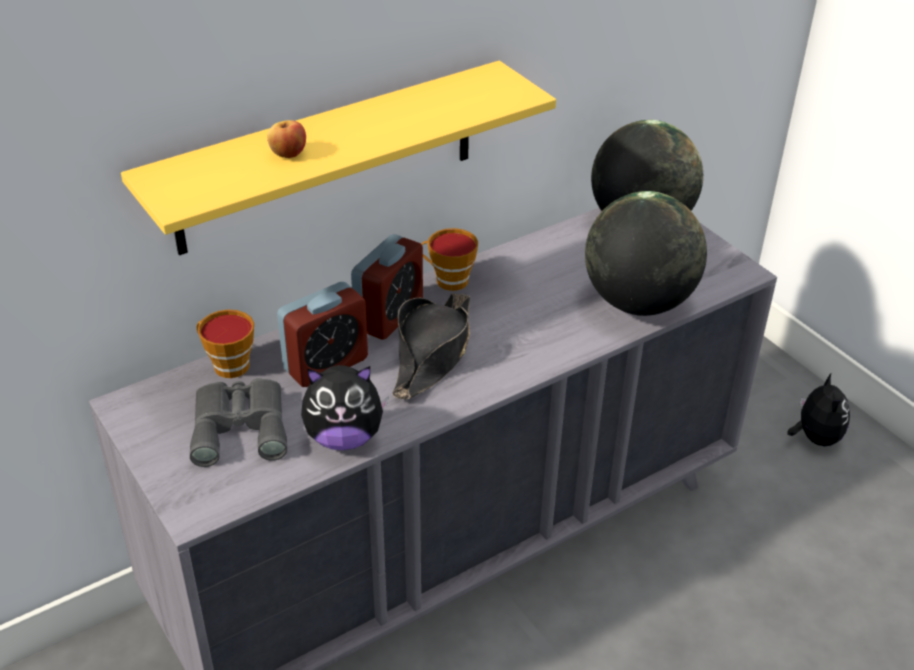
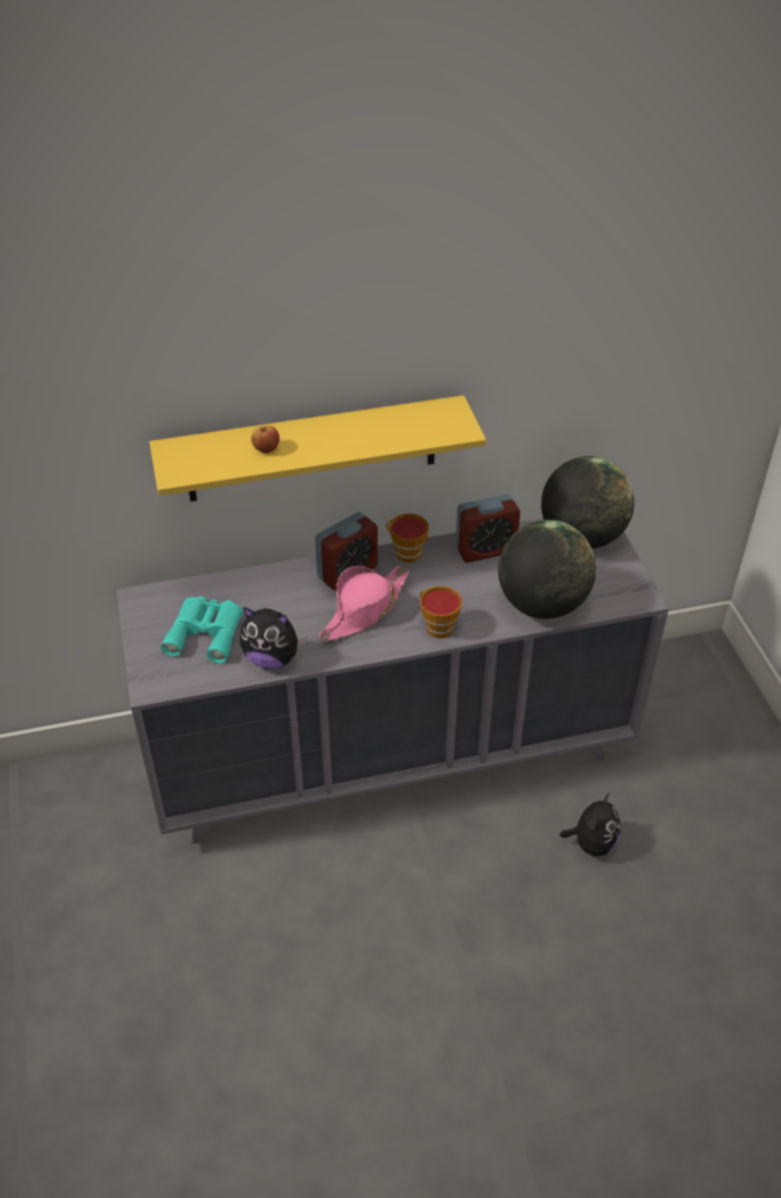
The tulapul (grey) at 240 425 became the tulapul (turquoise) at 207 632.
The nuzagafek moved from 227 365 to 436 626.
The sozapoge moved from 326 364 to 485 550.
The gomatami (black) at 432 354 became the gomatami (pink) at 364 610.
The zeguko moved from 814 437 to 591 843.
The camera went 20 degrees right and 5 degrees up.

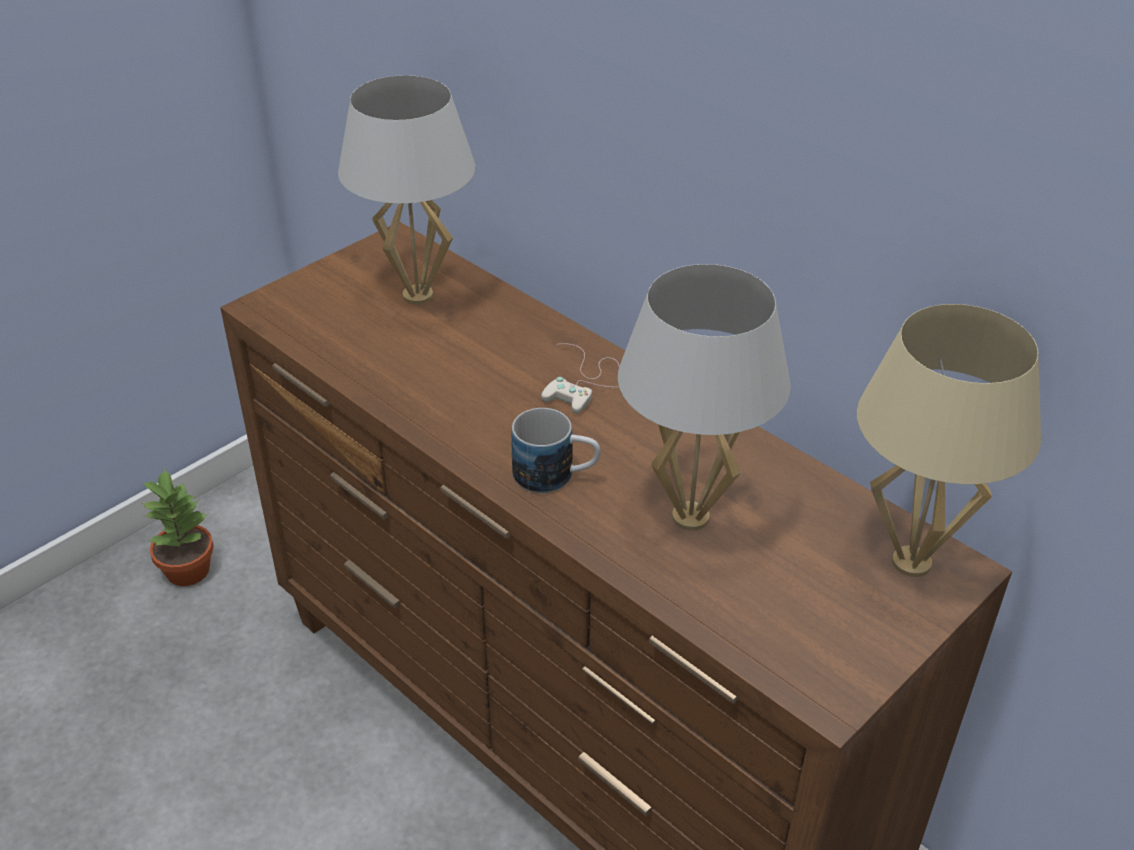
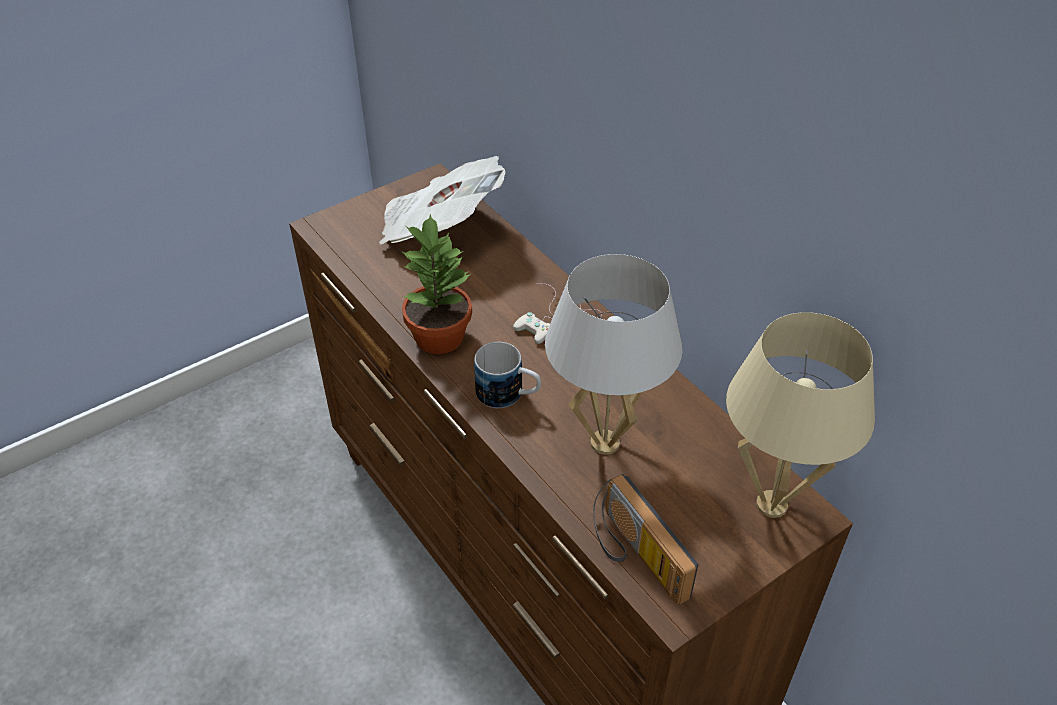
The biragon moved from 187 570 to 438 336.
The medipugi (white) at 418 295 was replaced by the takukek at 439 229.
The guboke at 634 556 appeared.
The camera went 10 degrees right and 5 degrees up.

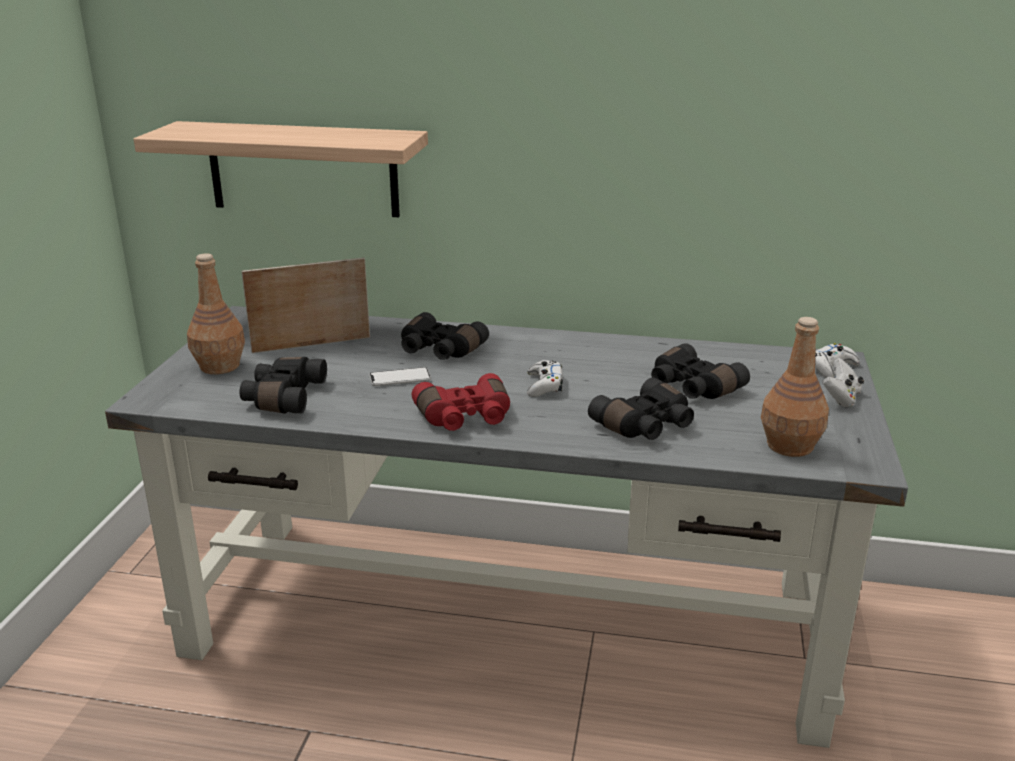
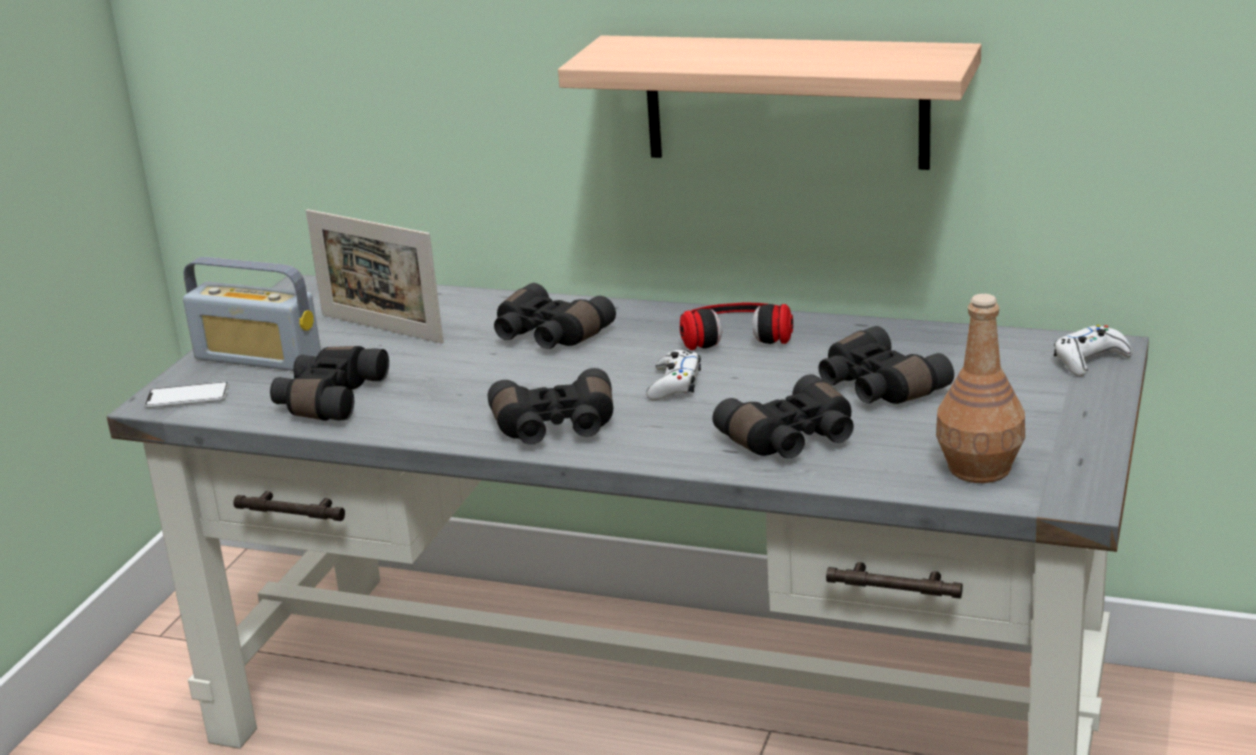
The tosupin moved from 303 169 to 785 101.
The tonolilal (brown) at 220 366 was replaced by the guboke at 258 358.
The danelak at 311 345 turned 135 degrees counterclockwise.
The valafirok moved from 400 378 to 187 397.
The tulapul (red) at 465 418 became the tulapul (black) at 555 428.
The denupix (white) at 840 398 disappeared.
The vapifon at 735 332 appeared.
The camera went 10 degrees right and 0 degrees up.

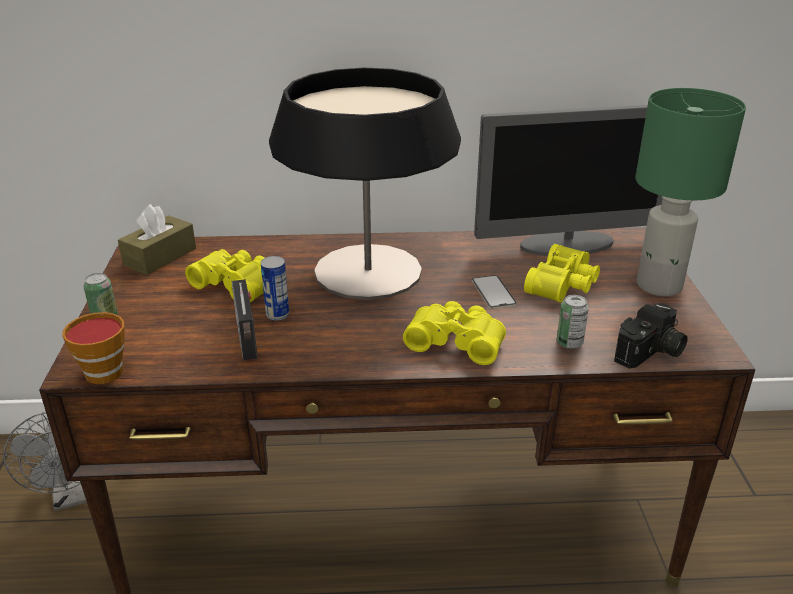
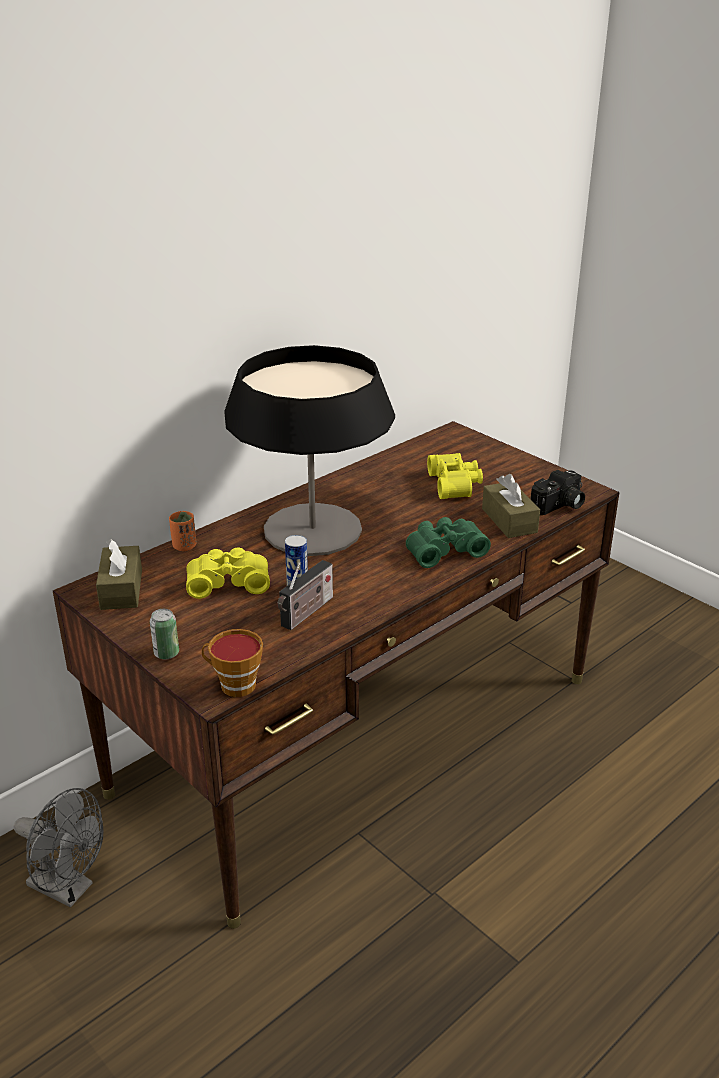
The guboke at 248 340 turned 90 degrees clockwise.
The tulapul (yellow) at 456 341 became the tulapul (green) at 444 550.
The valafirok at 493 292 disappeared.
The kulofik at 567 245 disappeared.
The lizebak at 569 343 was replaced by the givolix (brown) at 509 520.
The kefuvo at 651 353 turned 45 degrees clockwise.
The medipugi (green) at 660 286 disappeared.
The nuzagafek (orange) at 184 546 appeared.
The camera went 40 degrees left and 0 degrees up.

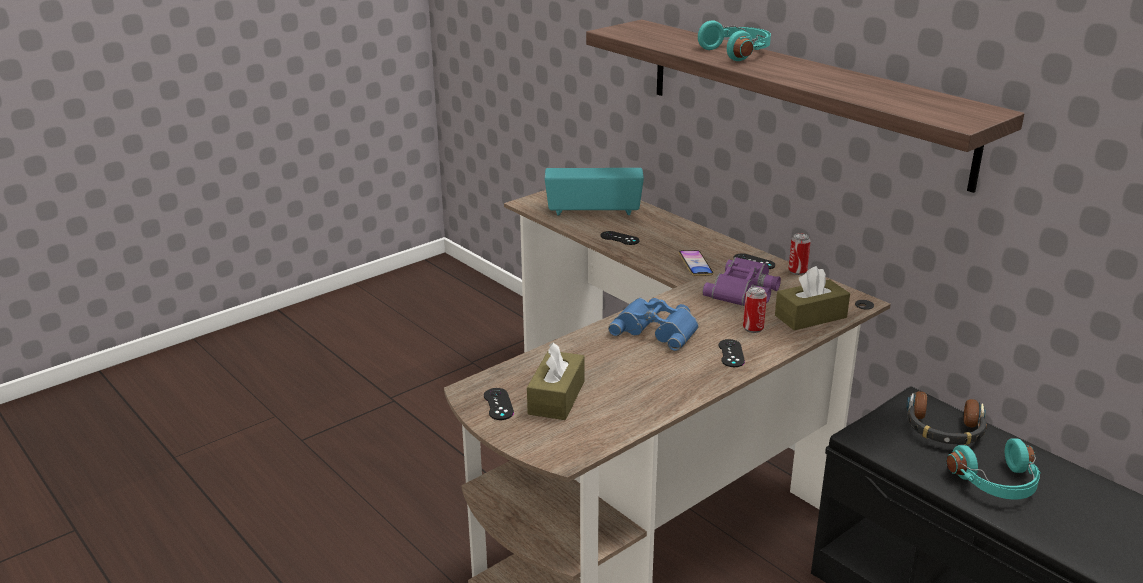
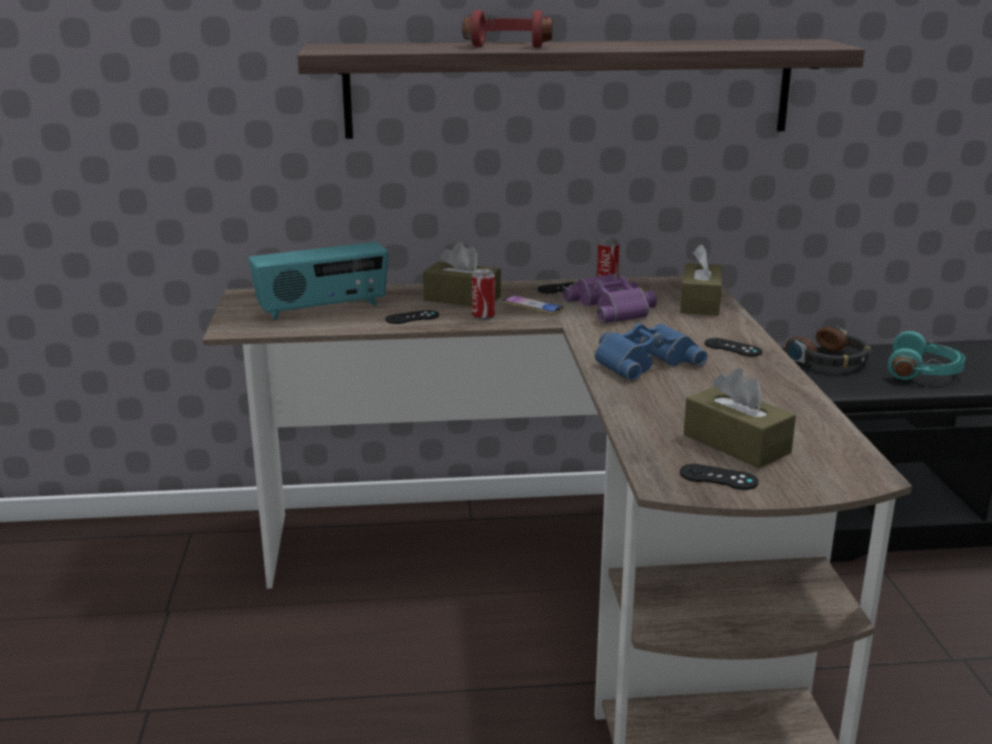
The guboke at 593 211 turned 150 degrees counterclockwise.
The vapifon (turquoise) at 738 52 became the vapifon (red) at 510 45.
The lizebak moved from 753 328 to 483 316.
The givolix (brown) at 462 298 appeared.
The camera went 55 degrees left and 5 degrees down.

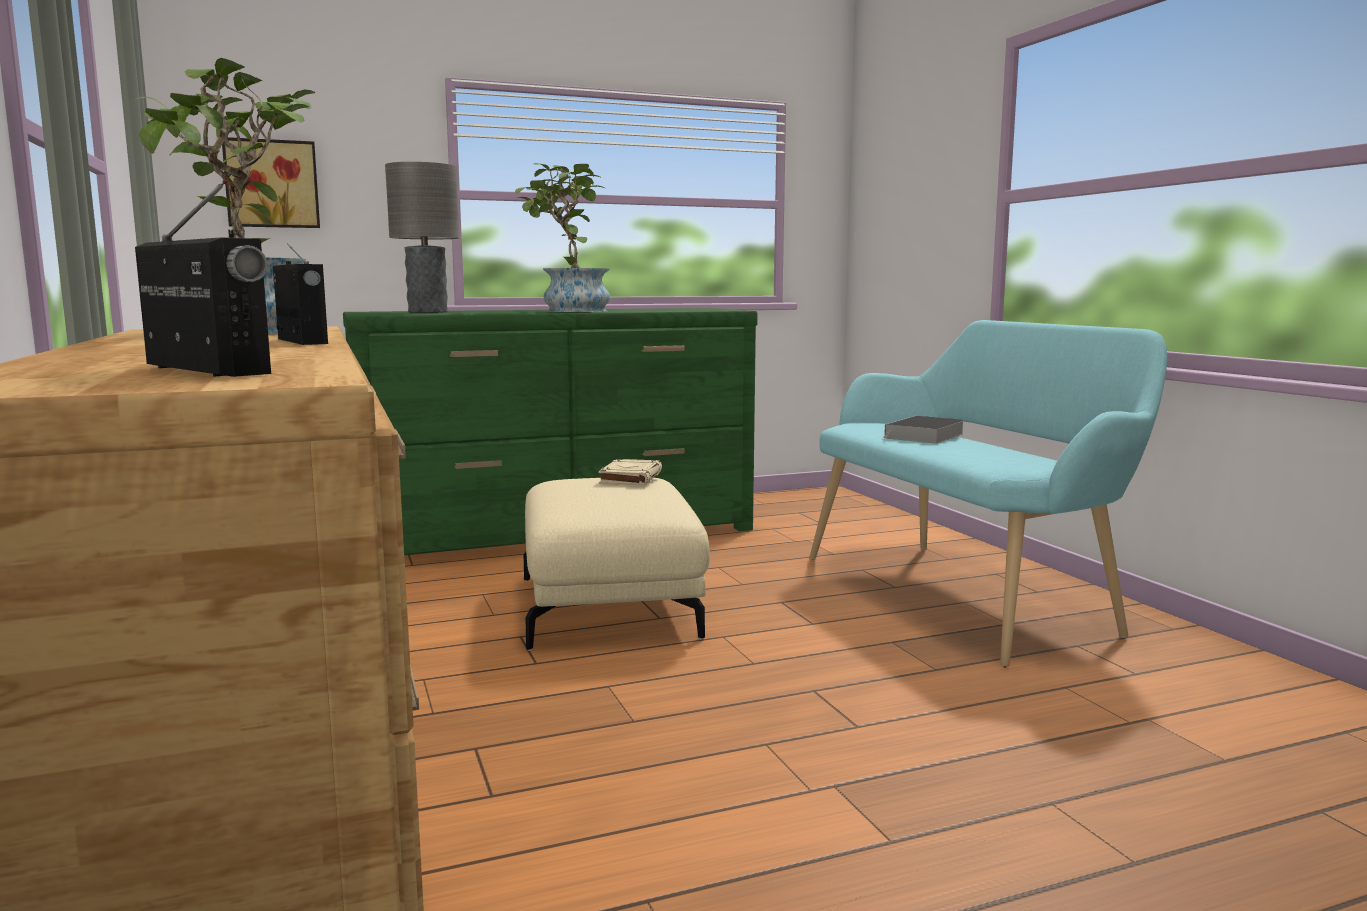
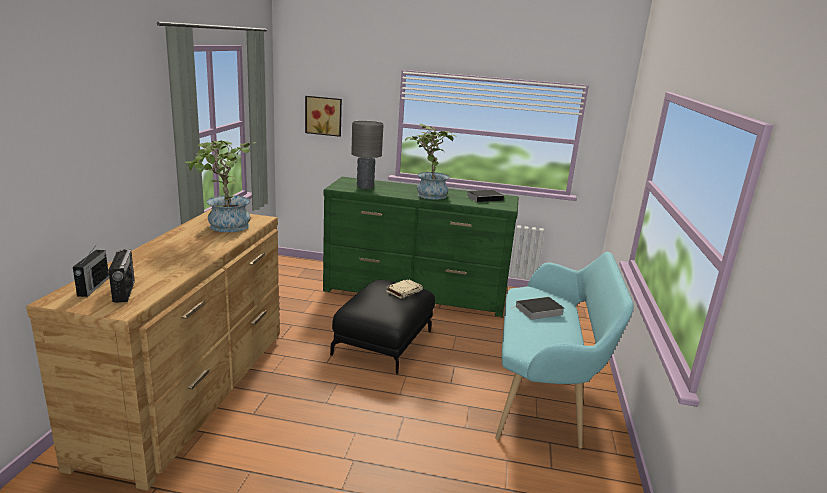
The guboke moved from 302 341 to 93 287.
The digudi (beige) at 611 607 became the digudi (black) at 384 344.
The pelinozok at 485 198 appeared.
The camera went 30 degrees right and 10 degrees up.

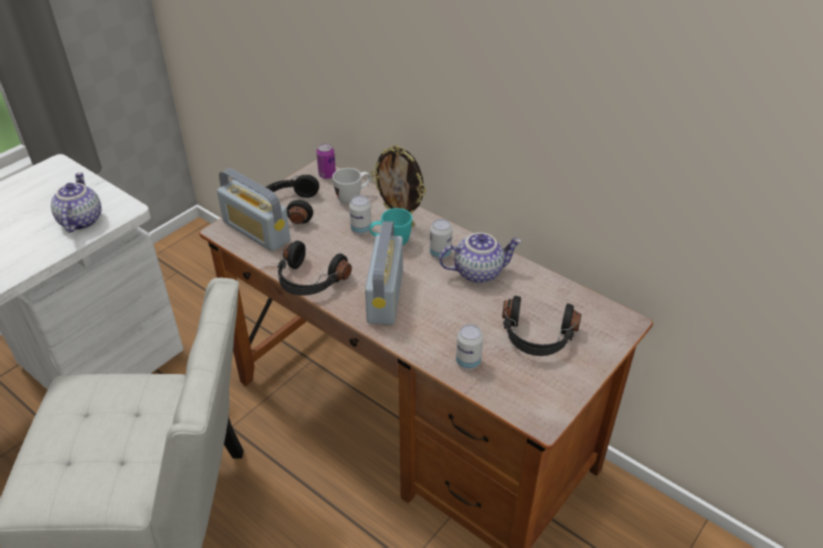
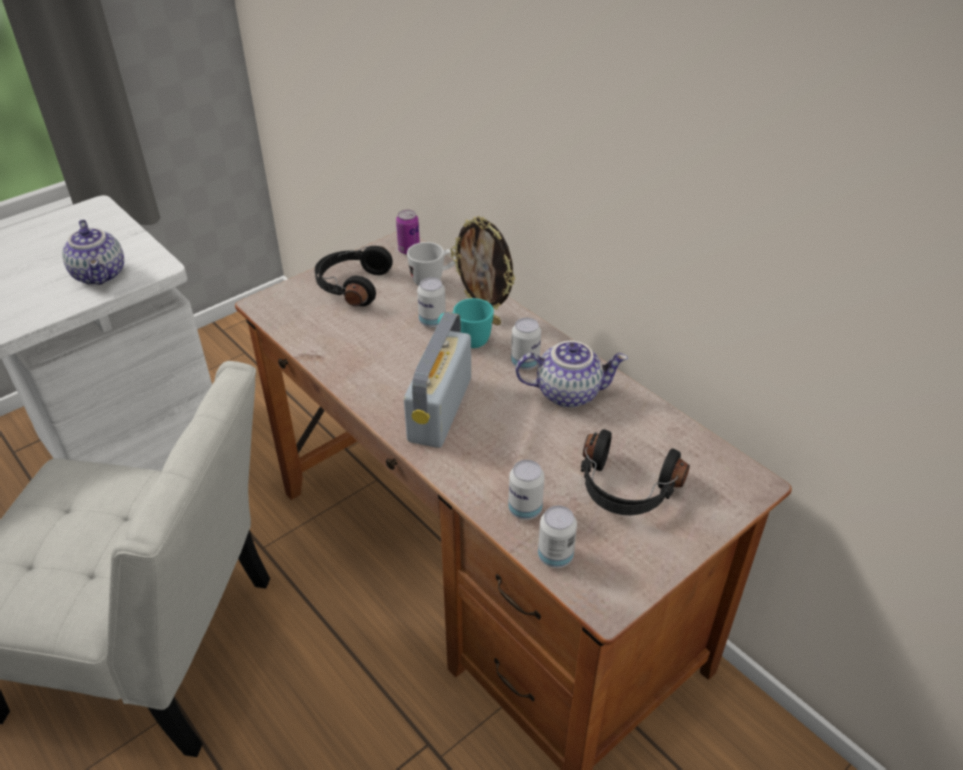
The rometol at 80 220 turned 150 degrees clockwise.
The guboke at 256 231 disappeared.
The vapifon (black) at 309 281 disappeared.
The lizebak at 555 556 appeared.
The camera went 10 degrees right and 0 degrees up.

